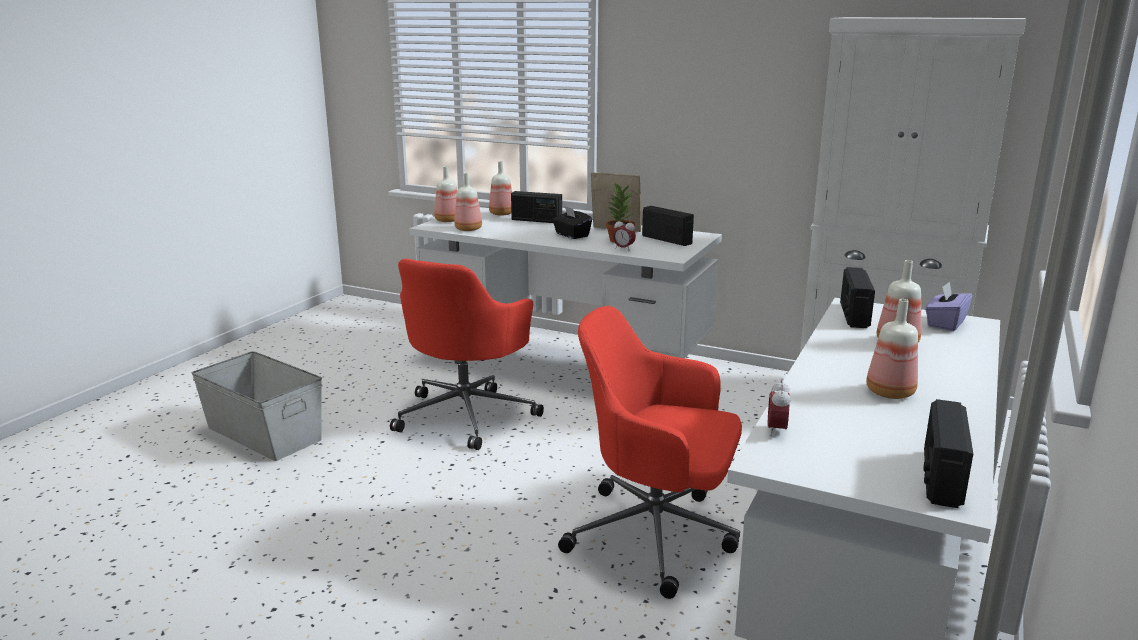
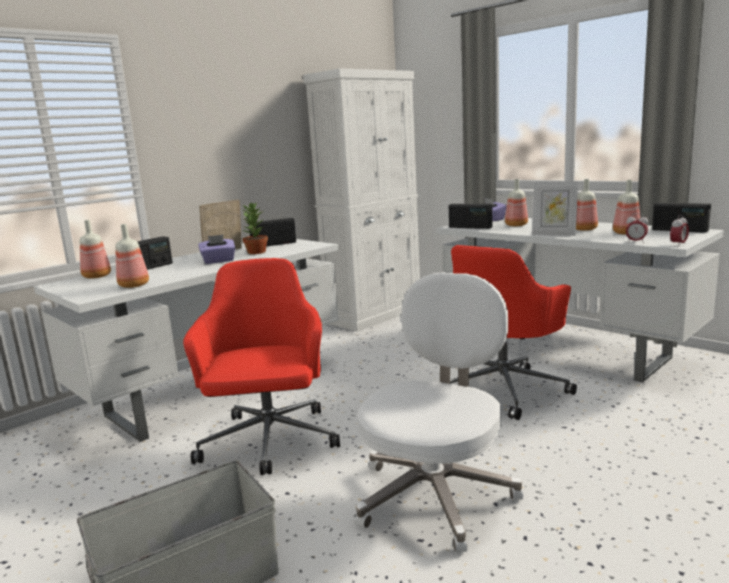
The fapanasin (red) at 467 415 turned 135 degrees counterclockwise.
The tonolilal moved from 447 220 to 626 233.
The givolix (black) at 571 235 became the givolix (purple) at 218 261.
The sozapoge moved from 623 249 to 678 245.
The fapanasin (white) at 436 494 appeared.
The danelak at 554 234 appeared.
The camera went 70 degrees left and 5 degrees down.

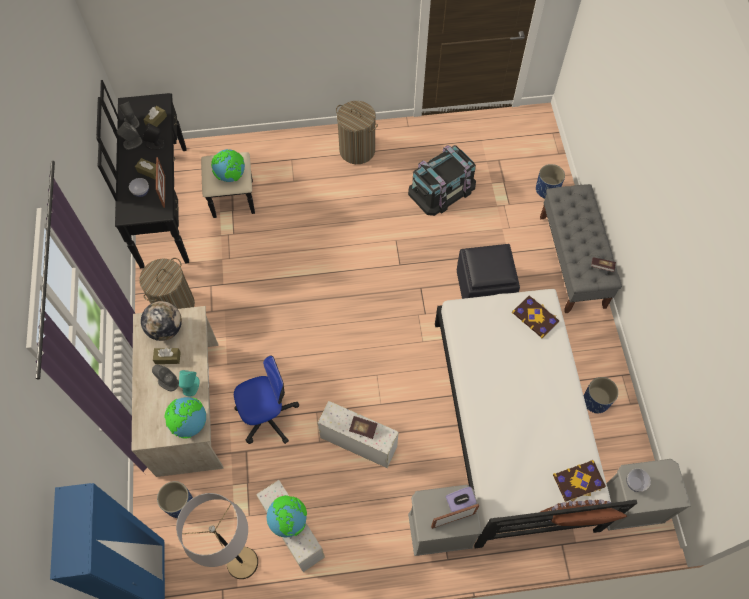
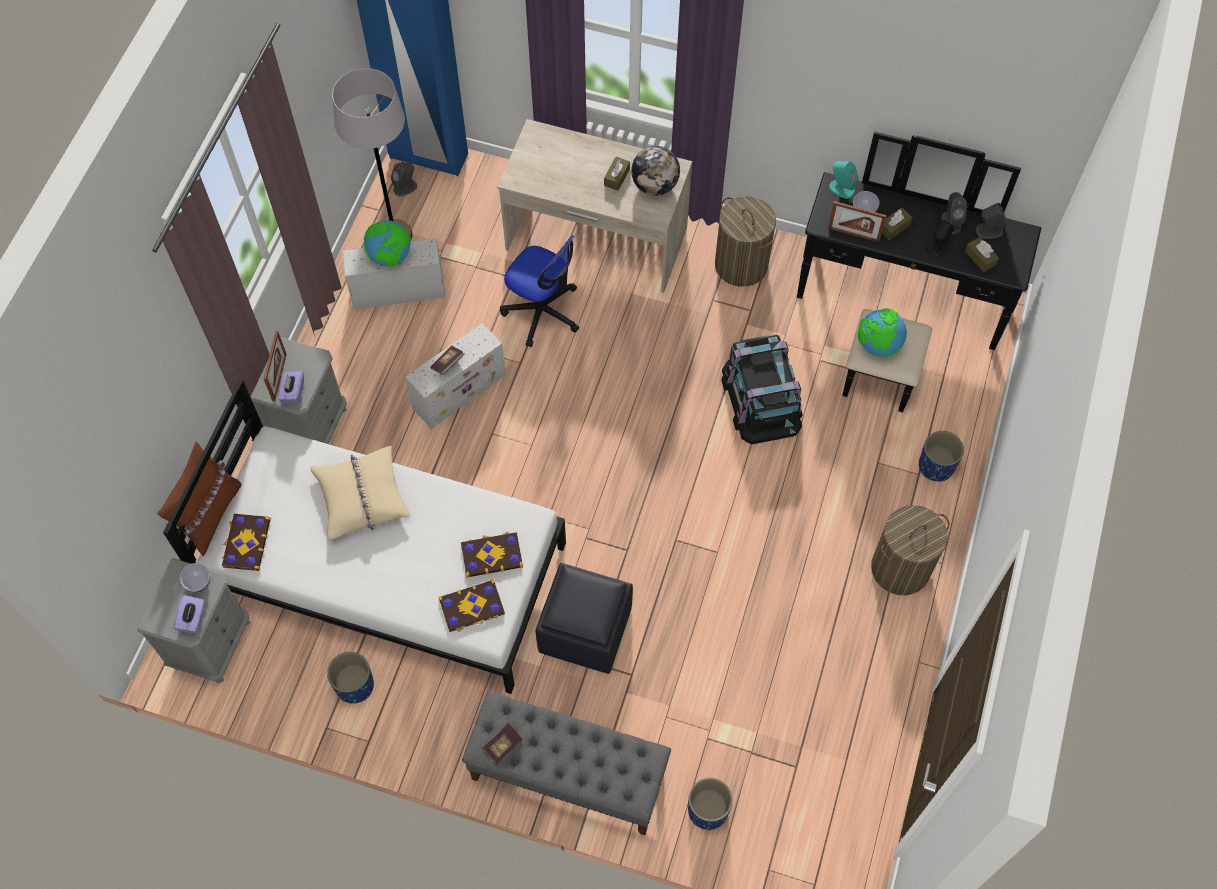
The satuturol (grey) moved from 168 382 to 405 187.
The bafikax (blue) moved from 180 504 to 936 466.
The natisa at 189 423 disappeared.
The satuturol (turquoise) moved from 191 386 to 841 189.
The fapanasin at 267 416 turned 60 degrees counterclockwise.
The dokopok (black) moved from 441 188 to 762 399.
The givolix (purple) at 193 619 appeared.
The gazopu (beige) at 361 497 appeared.
The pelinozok at 491 555 appeared.
The camera went 115 degrees right and 0 degrees up.

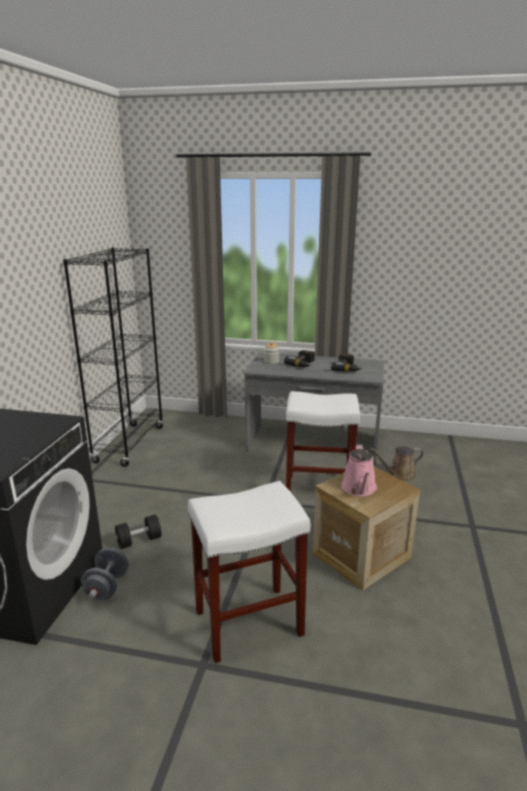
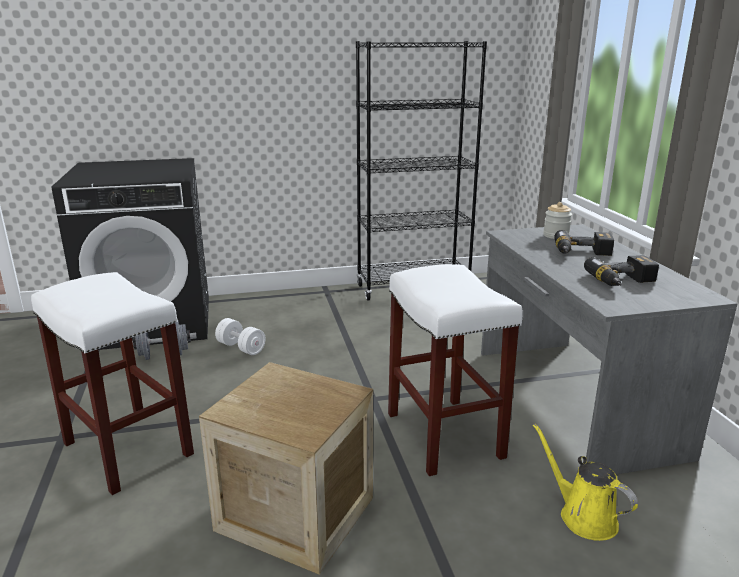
The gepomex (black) at 139 540 became the gepomex (white) at 241 347.
The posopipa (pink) at 359 489 disappeared.
The posopipa (brown) at 399 474 became the posopipa (yellow) at 583 516.
The camera went 65 degrees right and 0 degrees up.

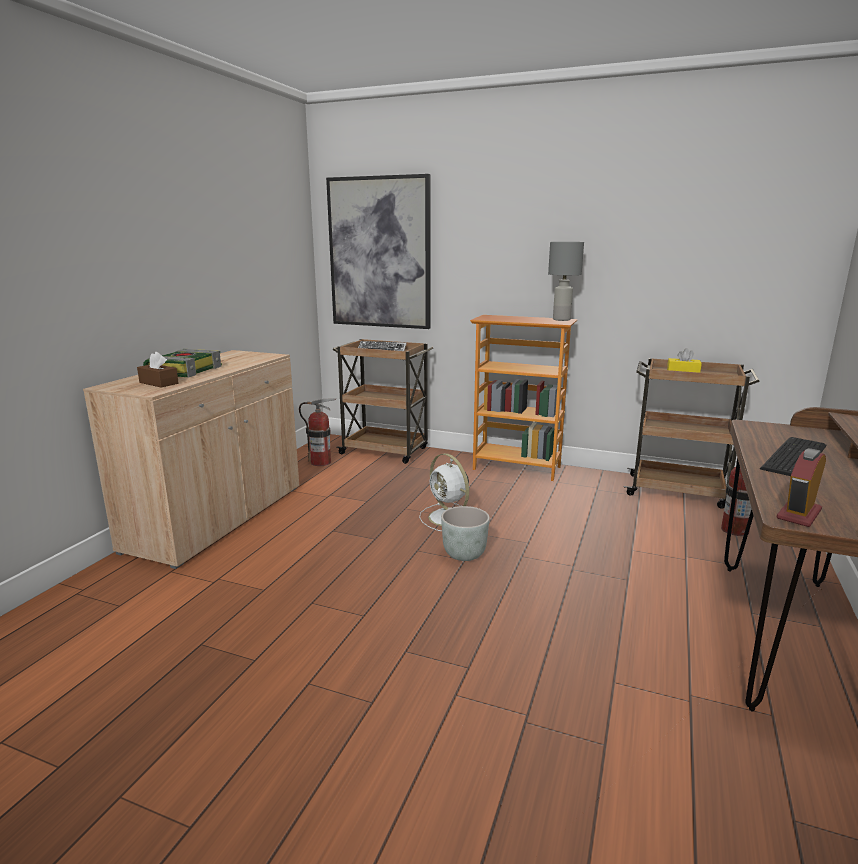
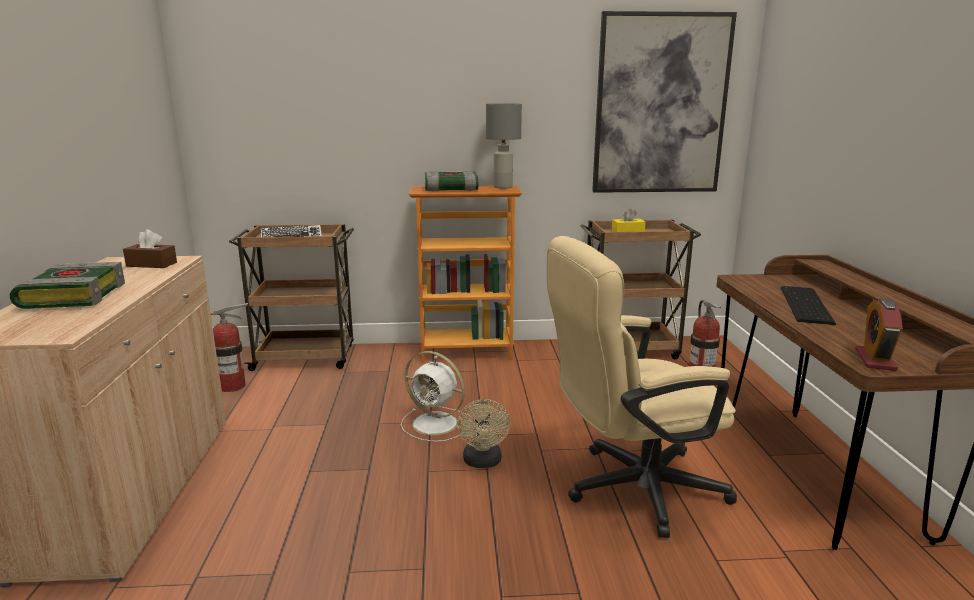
The givolix (brown) moved from 159 383 to 151 264.
The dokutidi moved from 380 253 to 660 105.
The bafikax (grey) at 465 554 was replaced by the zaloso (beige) at 483 462.
The pelinozok at 450 189 appeared.
The fapanasin (beige) at 630 489 appeared.
The camera went 25 degrees left and 0 degrees up.

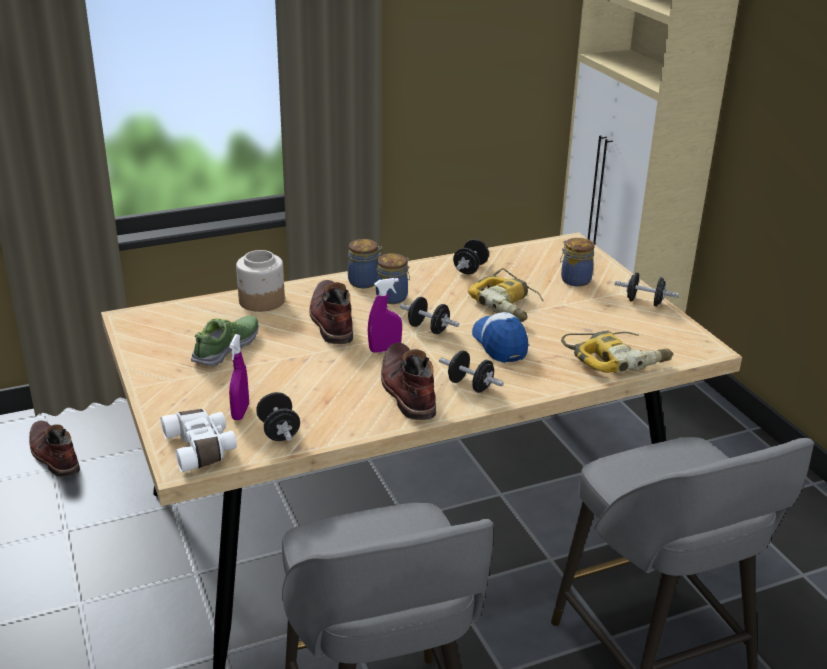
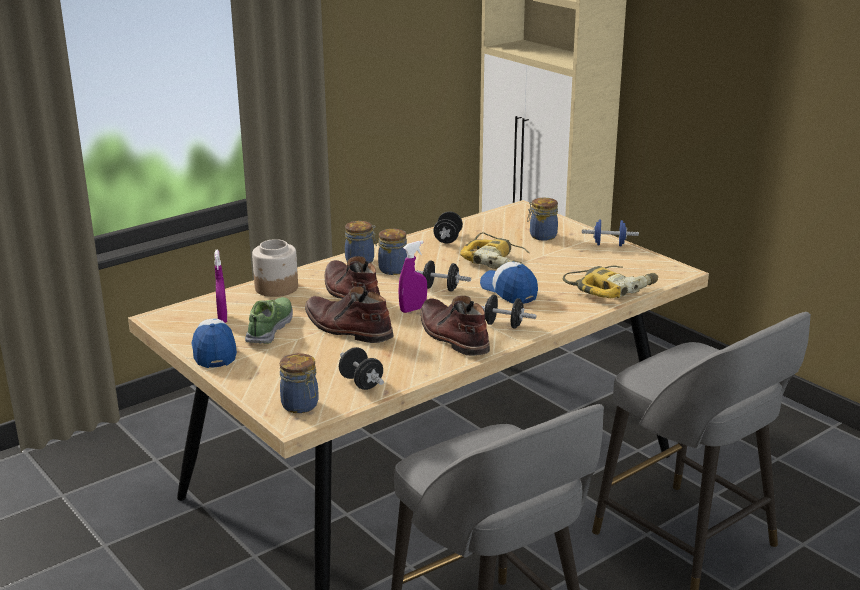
The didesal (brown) moved from 53 455 to 347 328.
The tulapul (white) at 202 448 was replaced by the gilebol at 301 406.
The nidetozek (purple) moved from 240 412 to 222 319.
The gepomex (black) at 644 302 became the gepomex (blue) at 609 244.
The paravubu at 214 351 appeared.
The camera went 15 degrees left and 5 degrees down.

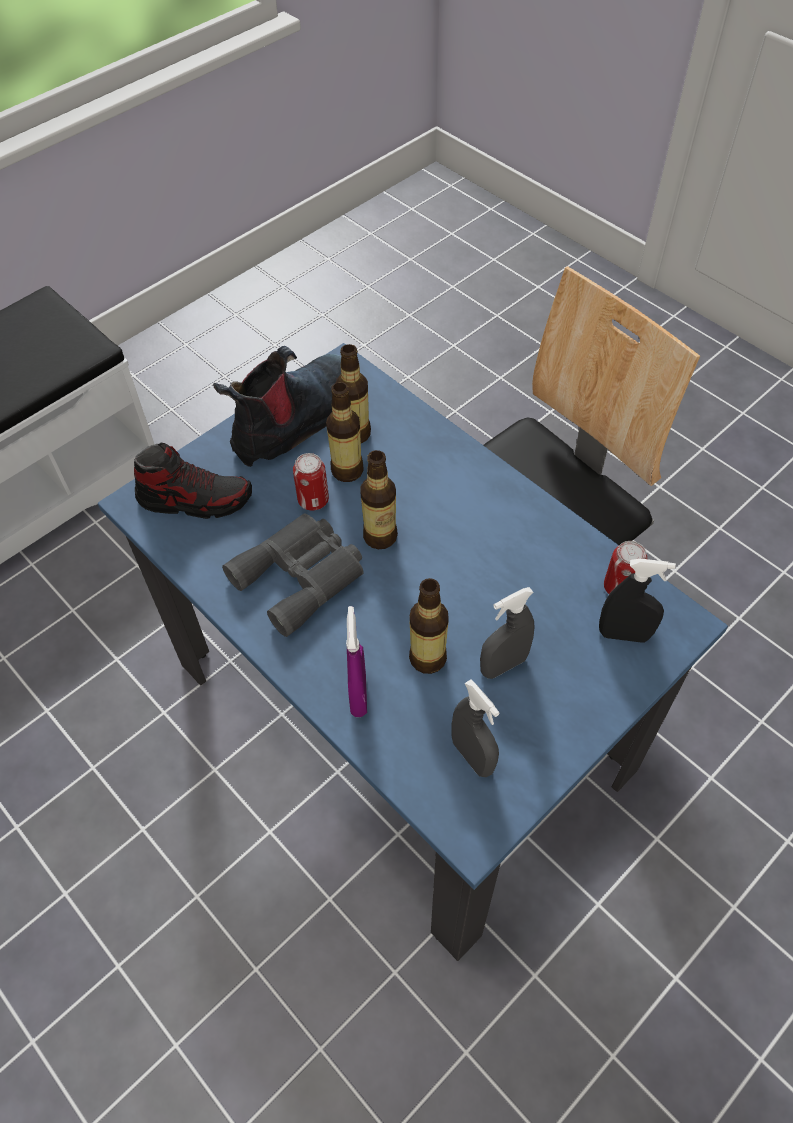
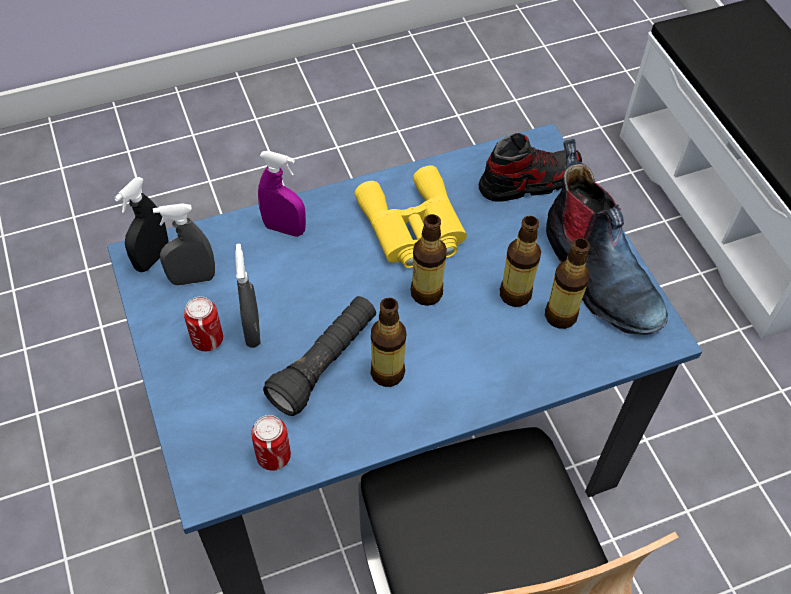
The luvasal at 195 499 turned 135 degrees counterclockwise.
The tulapul (grey) at 302 575 became the tulapul (yellow) at 413 228.
The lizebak moved from 313 500 to 207 339.
The tonolilal moved from 427 658 to 387 373.
The nidetozek (black) moved from 624 634 to 152 258.
The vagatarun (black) at 324 363 appeared.
The camera went 110 degrees right and 0 degrees up.

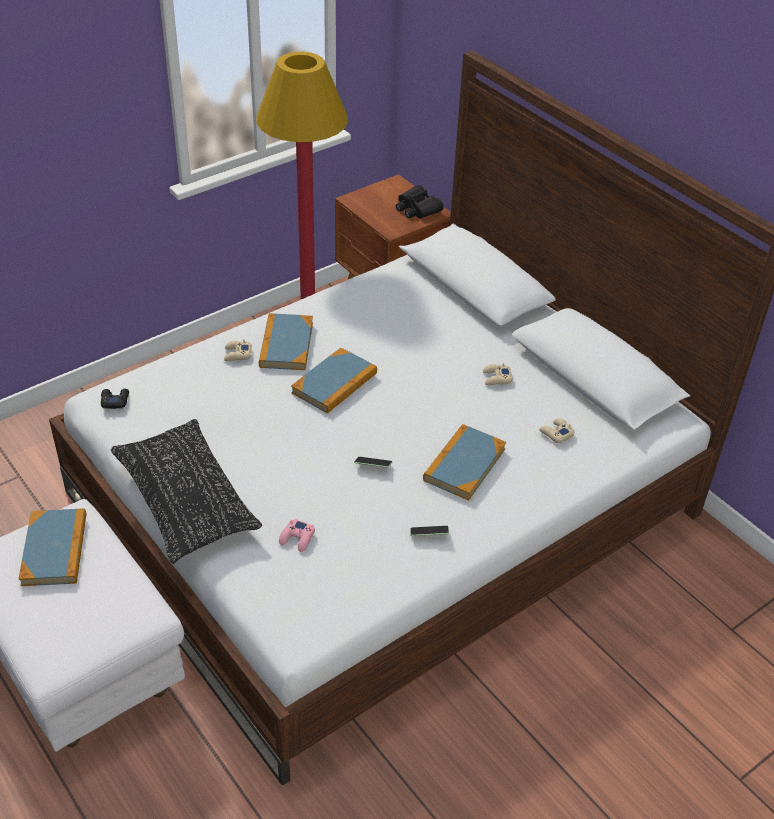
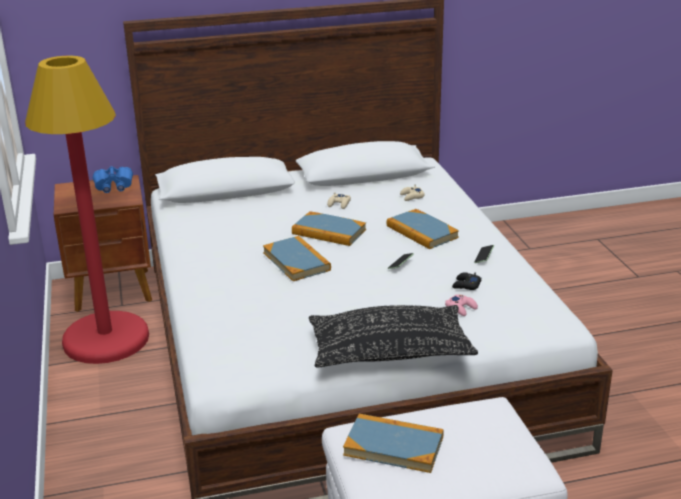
The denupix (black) moved from 115 401 to 466 285.
The denupix (beige) at 237 354 disappeared.
The pelinozok moved from 286 345 to 329 232.
The tulapul (black) at 417 209 became the tulapul (blue) at 113 185.
The camera went 65 degrees left and 15 degrees down.

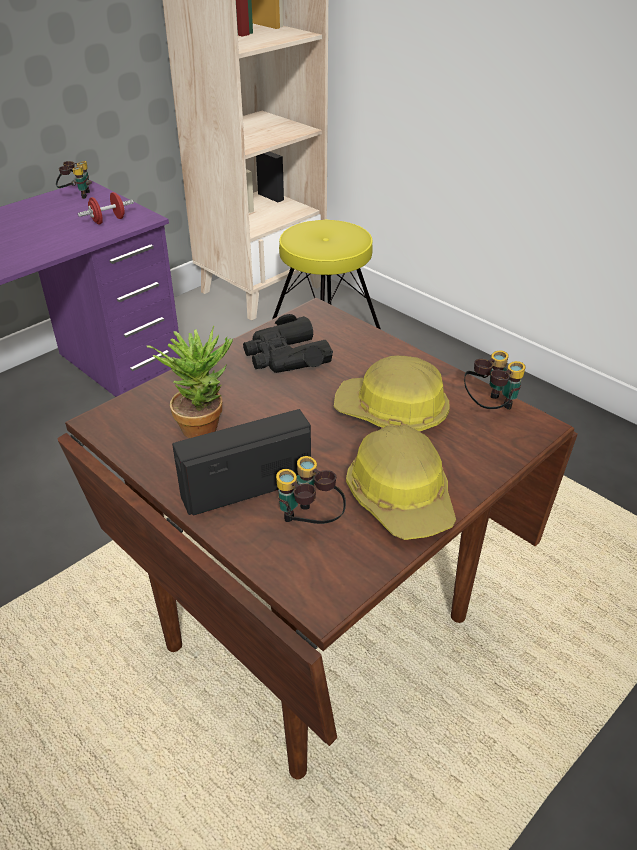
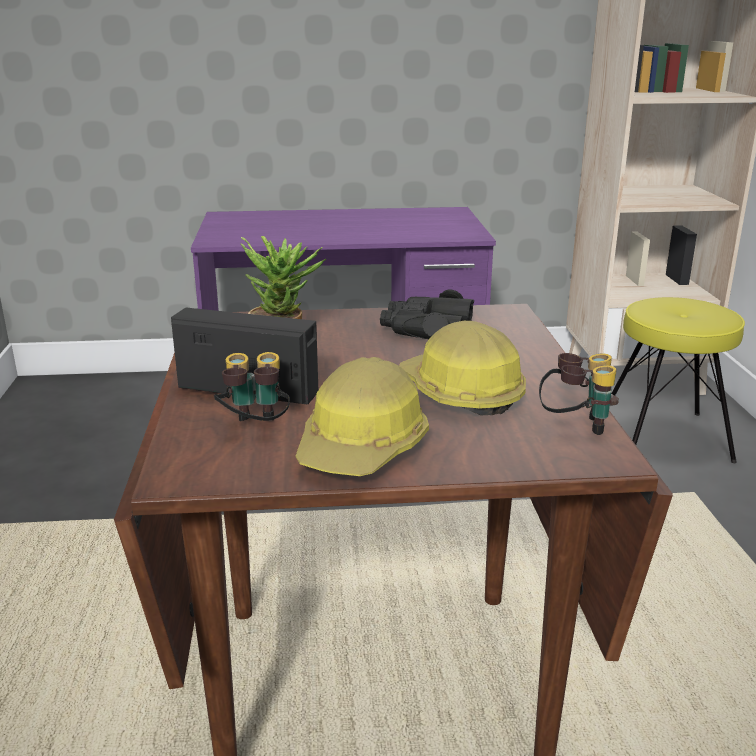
The tulapul at 77 195 disappeared.
The gepomex (red) at 108 220 disappeared.
The camera went 40 degrees right and 15 degrees down.

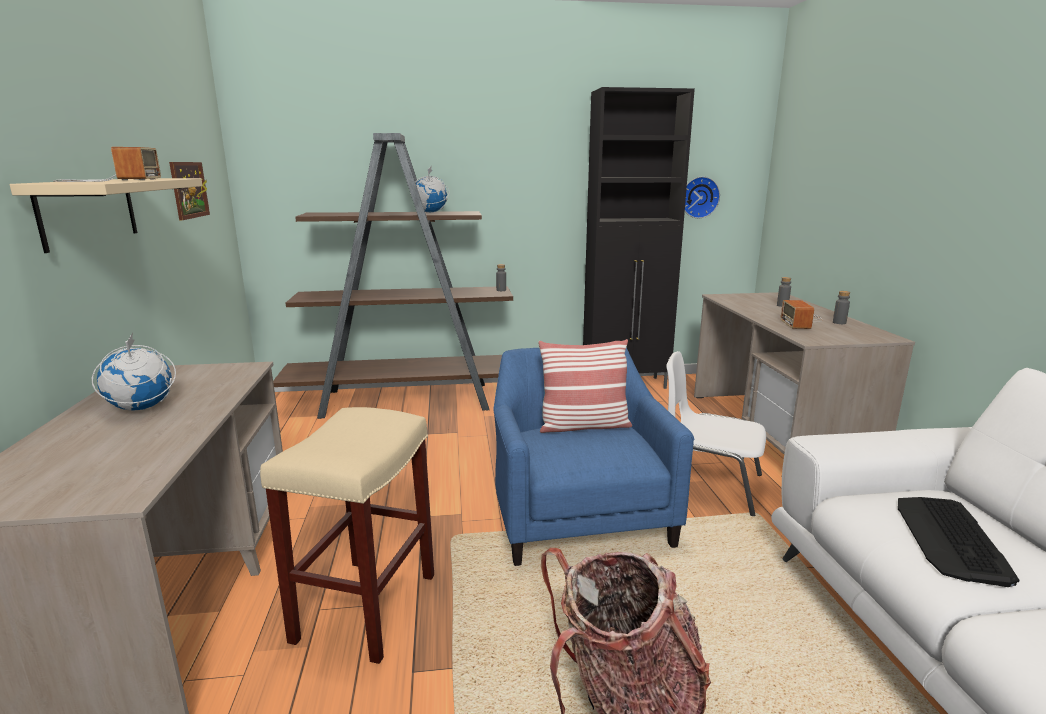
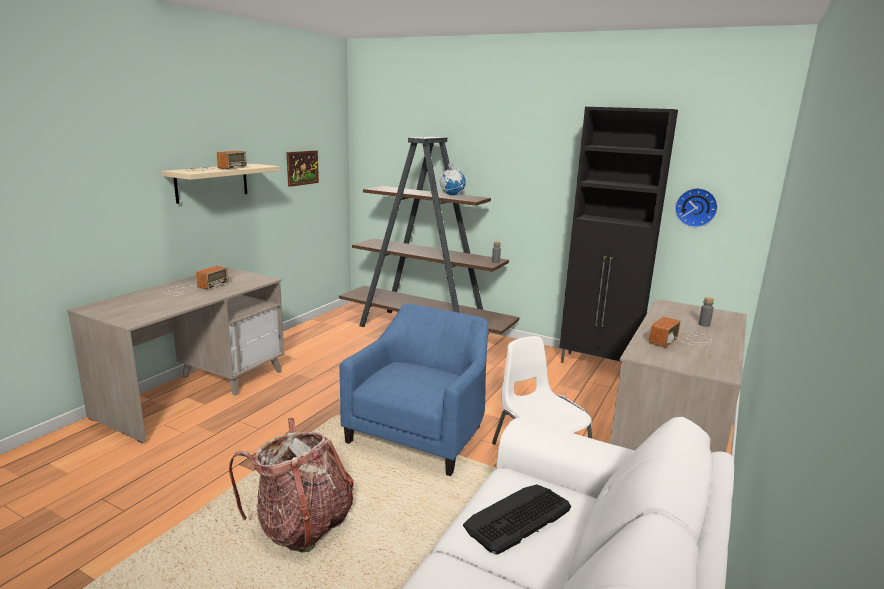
The natisa at 140 408 was replaced by the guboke at 194 288.
The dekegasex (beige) at 366 608 disappeared.
The gazopu at 584 426 disappeared.
The tonolilal (grey) at 839 322 disappeared.
The camera went 35 degrees right and 0 degrees up.

